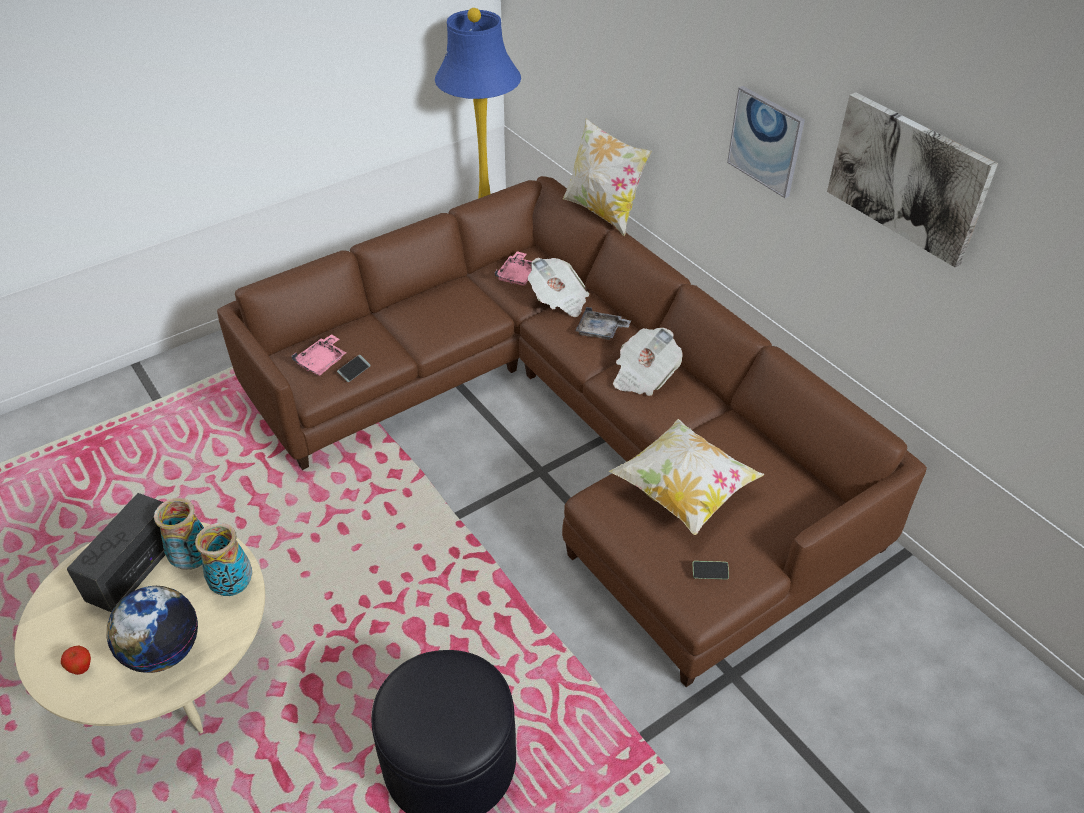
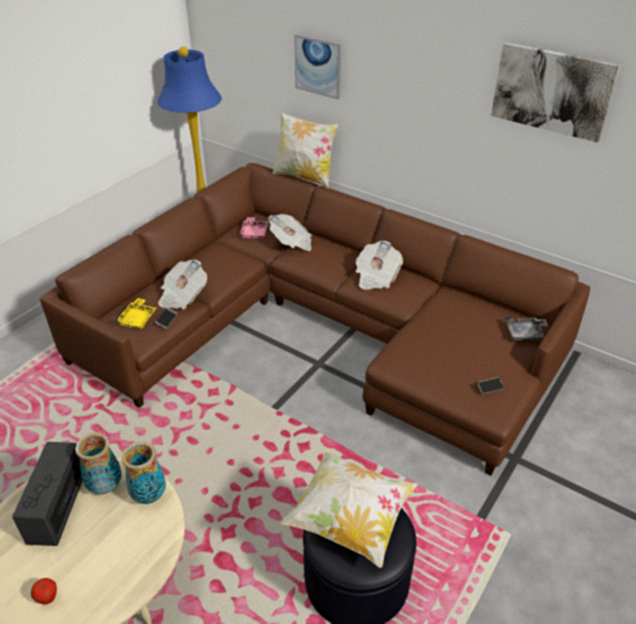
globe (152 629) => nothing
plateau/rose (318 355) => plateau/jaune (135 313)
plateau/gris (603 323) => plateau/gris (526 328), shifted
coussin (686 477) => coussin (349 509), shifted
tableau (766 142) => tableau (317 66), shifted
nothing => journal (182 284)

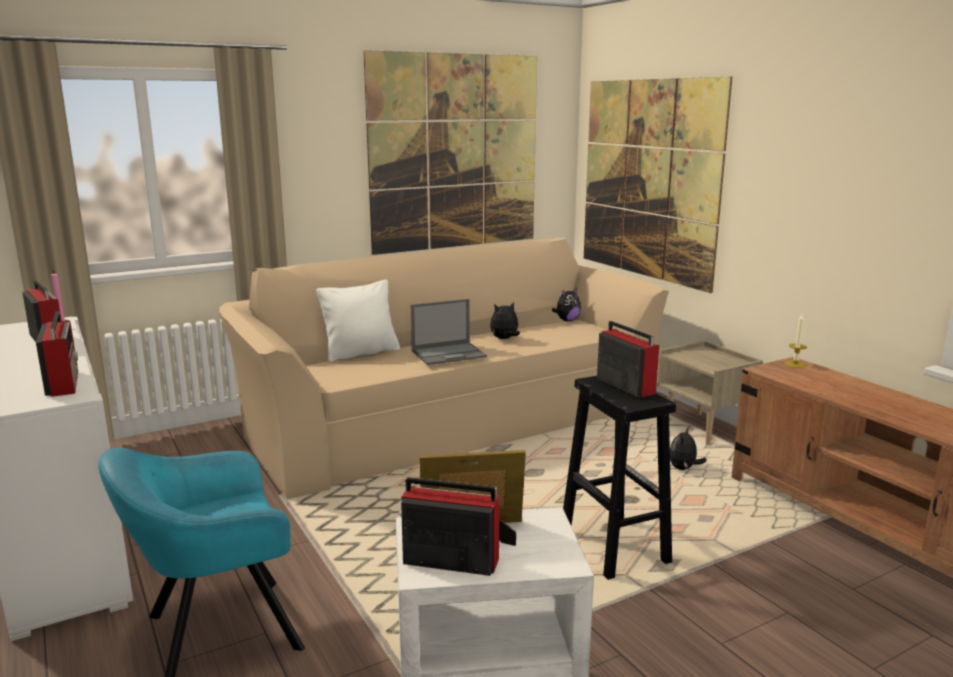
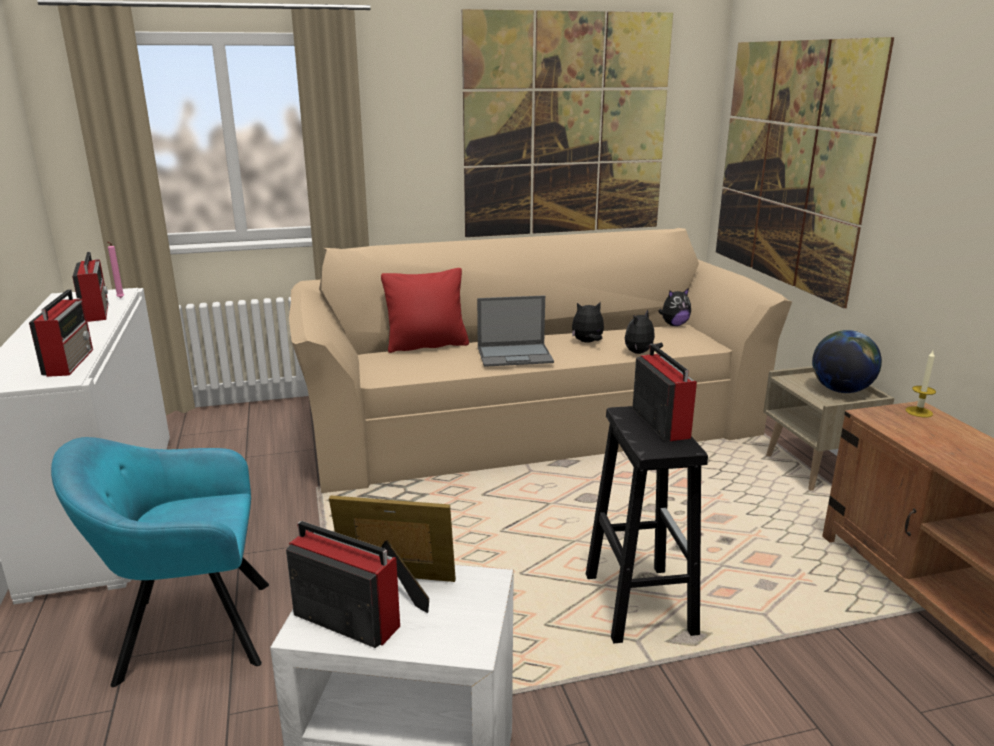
coussin/blanc (358 321) => coussin/rouge (425 310)
peluche (688 449) => peluche (644 332), shifted
nothing => globe (847 361)

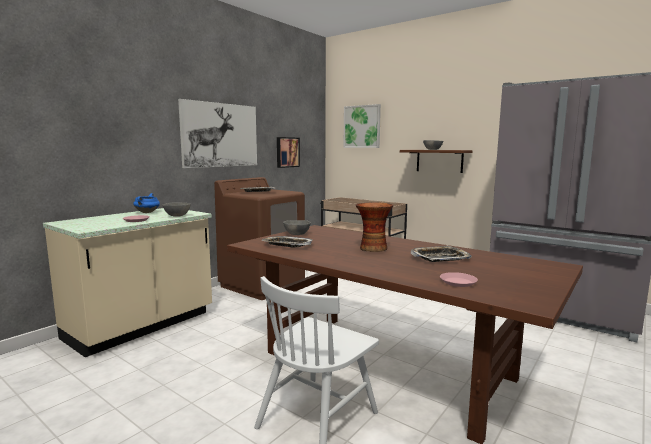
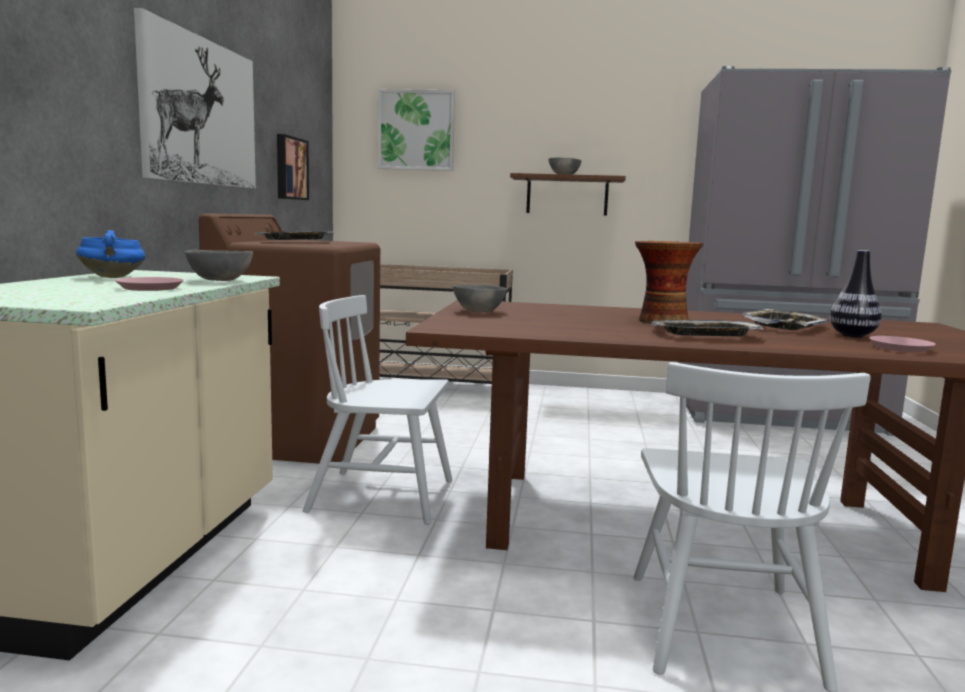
plateau (287 242) => plateau (707 328), shifted
nothing => chaise/blanc (378 410)
nothing => vase (856 294)

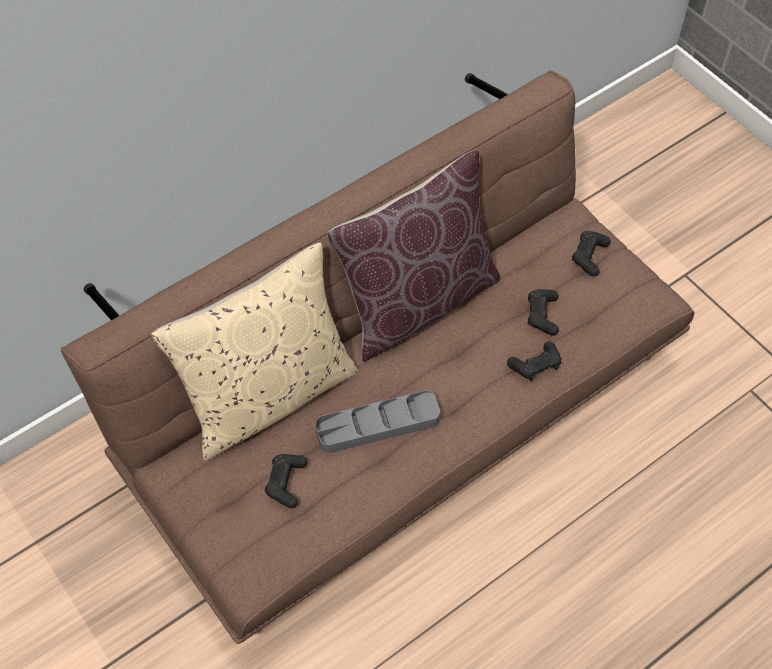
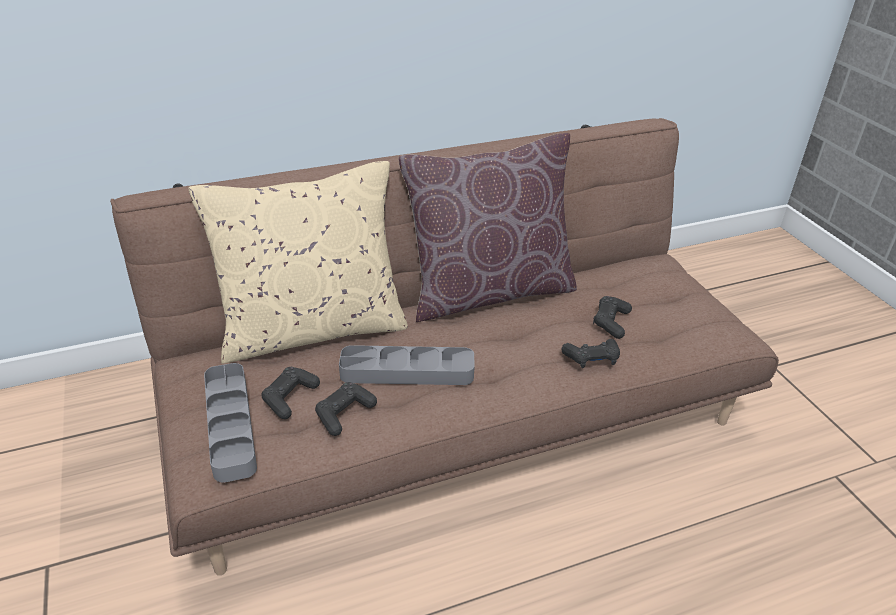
manette/noir (591 253) => manette/noir (346 409), shifted
nothing => plateau/gris (230 423)

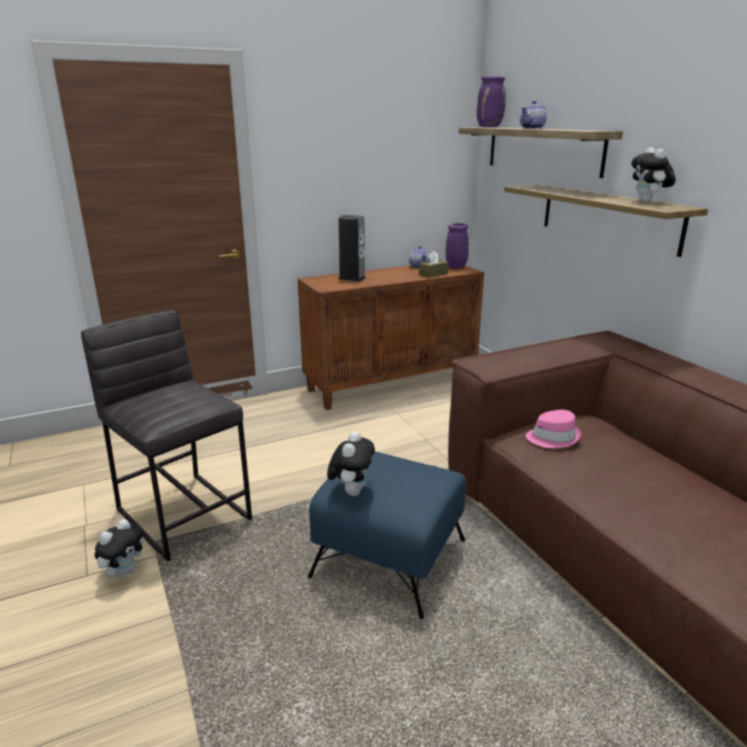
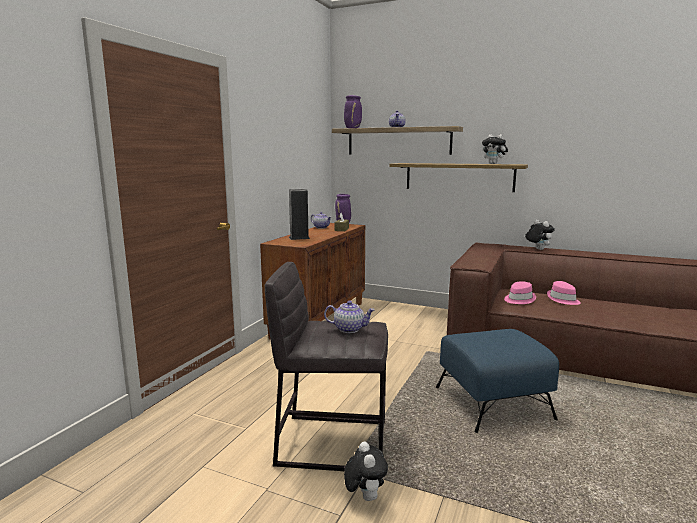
peluche (351 464) => peluche (540 235), shifted
nothing => théière (349 317)
nothing => chapeau/rose (564 293)

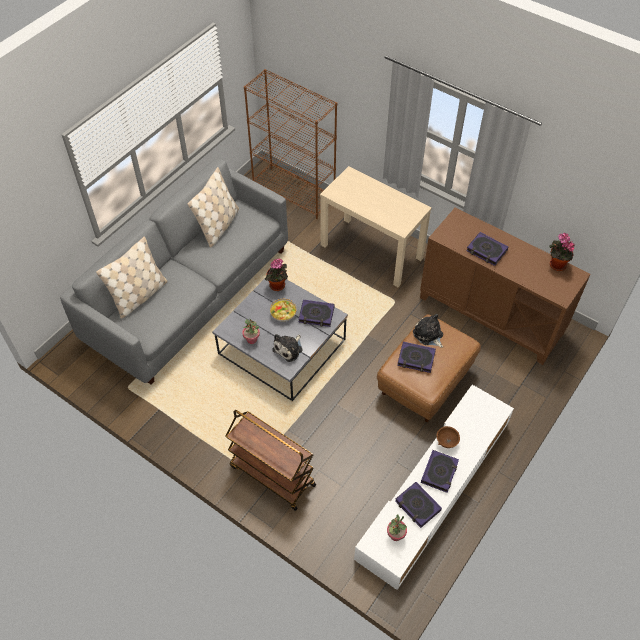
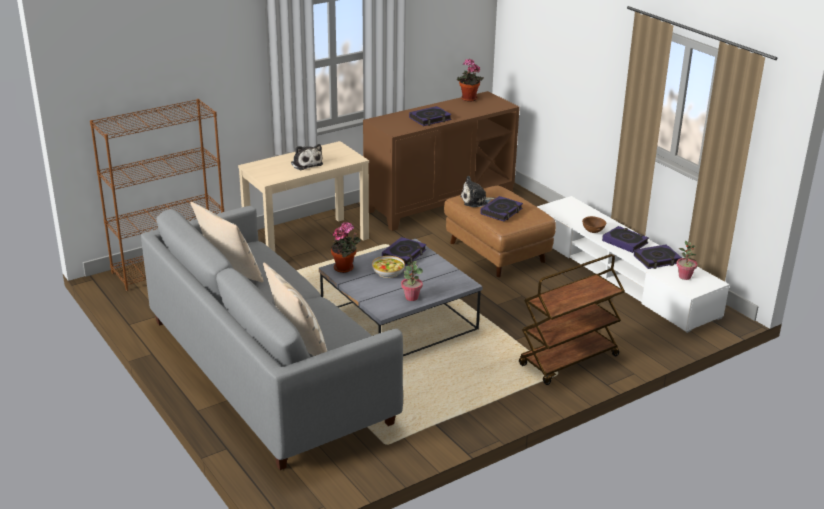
peluche (287 348) => peluche (307 157), shifted

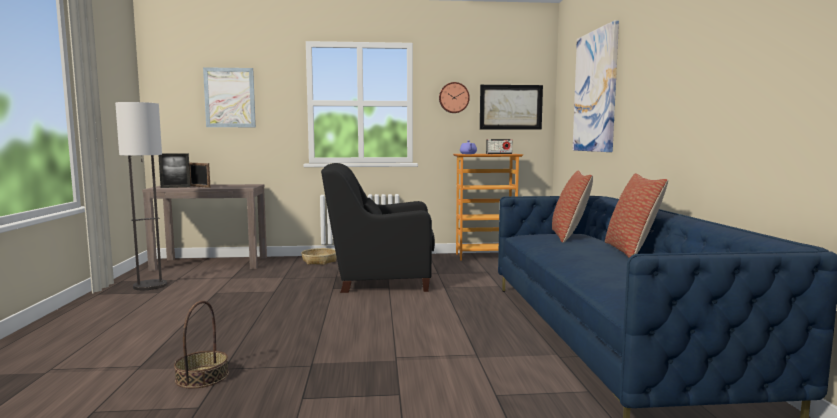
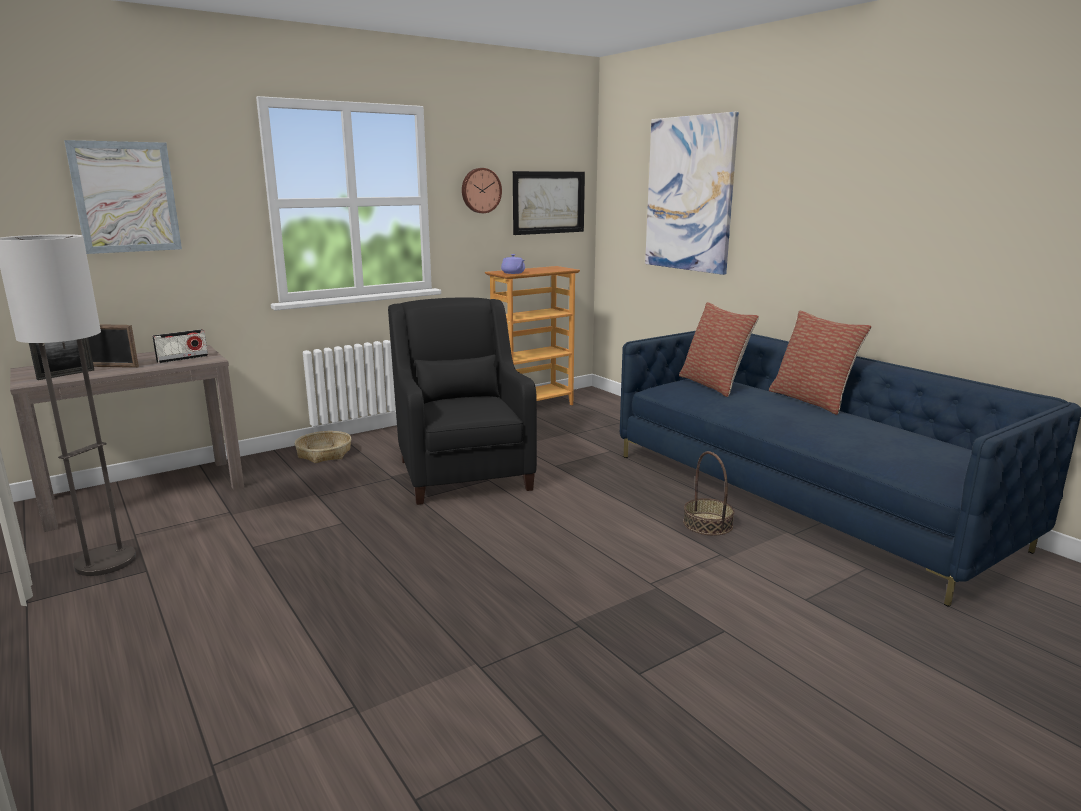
panier (201 345) => panier (709 493), shifted
fauteuil/noir (378 228) => fauteuil/noir (462 401), 105 degrees clockwise
radio (499 146) => radio (180 346), shifted

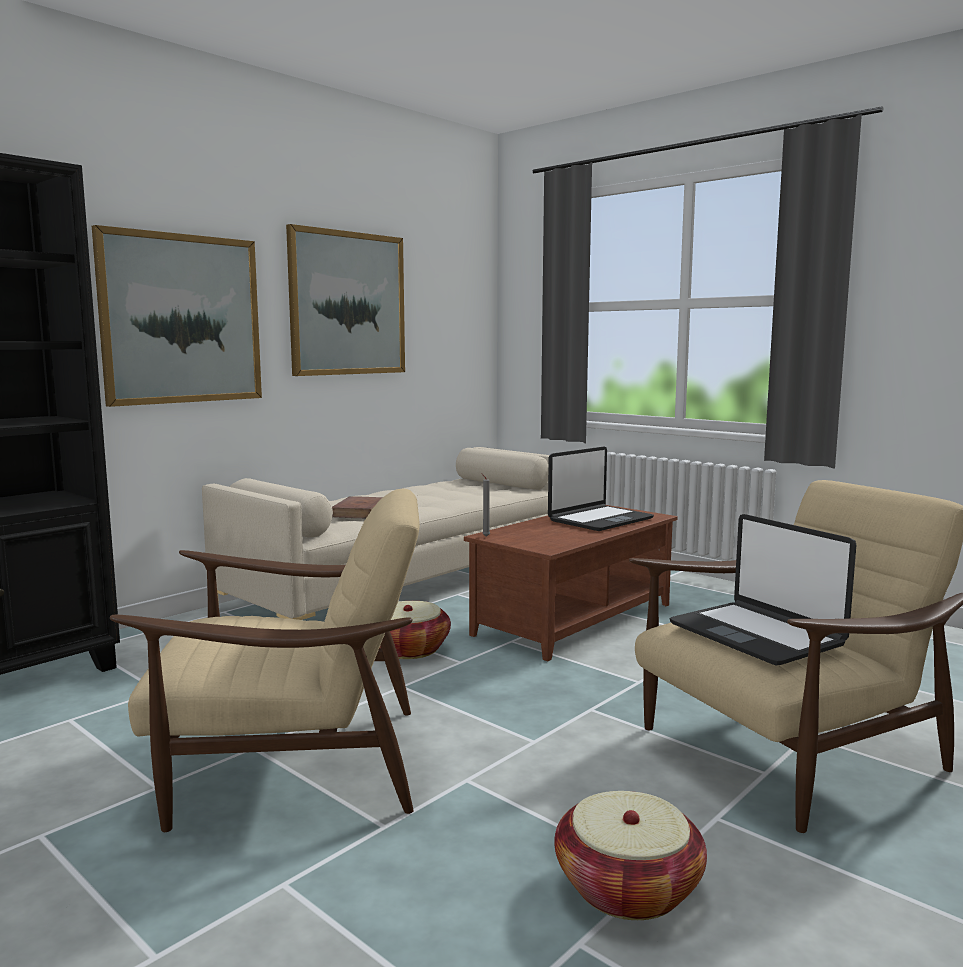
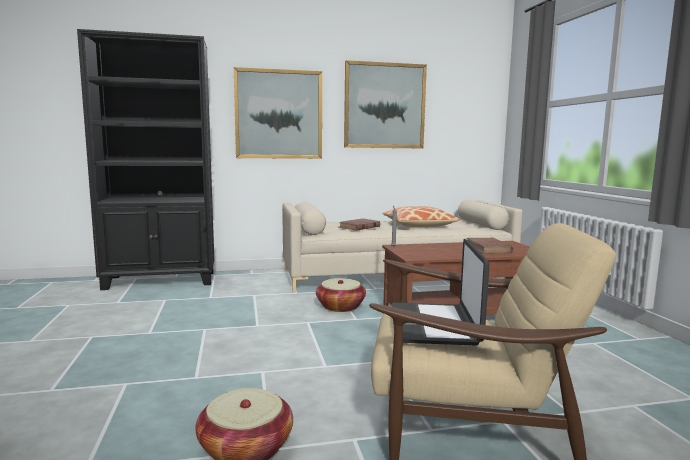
fauteuil/beige (265 660) => nothing
ordinateur portable (601 488) => livre/marron (490 246)
nothing => coussin (422 216)

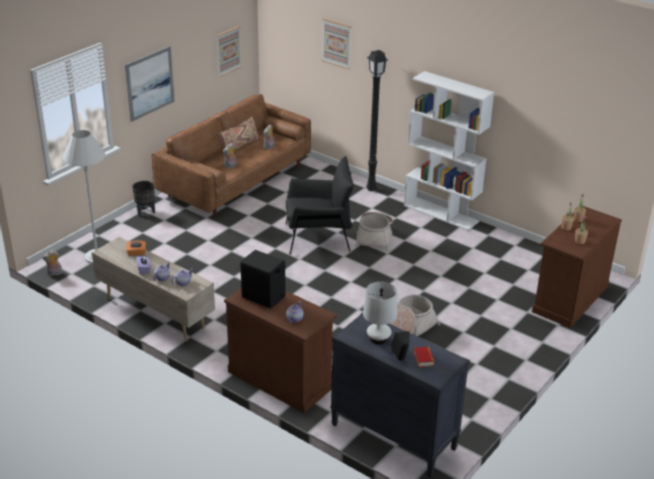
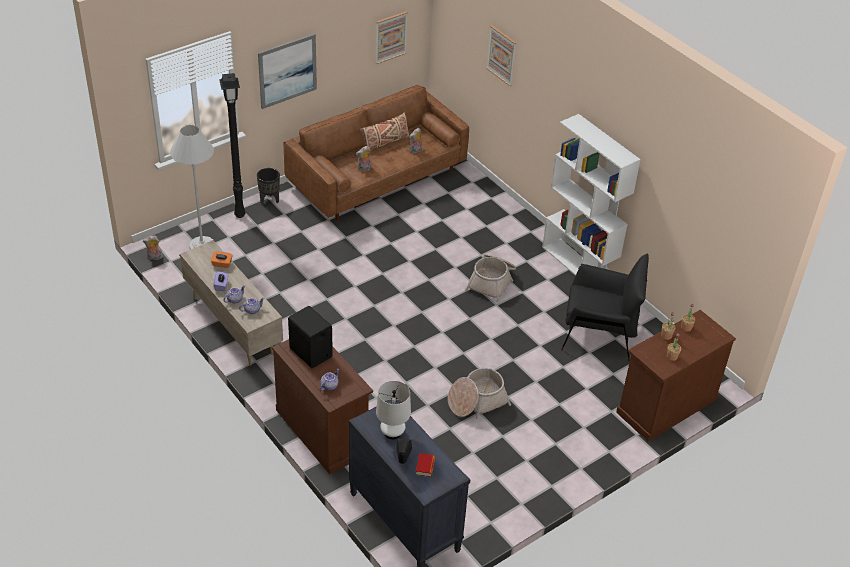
fauteuil/noir (320 205) => fauteuil/noir (605 307), shifted
lampadaire/noir (377 120) => lampadaire/noir (232 145), shifted

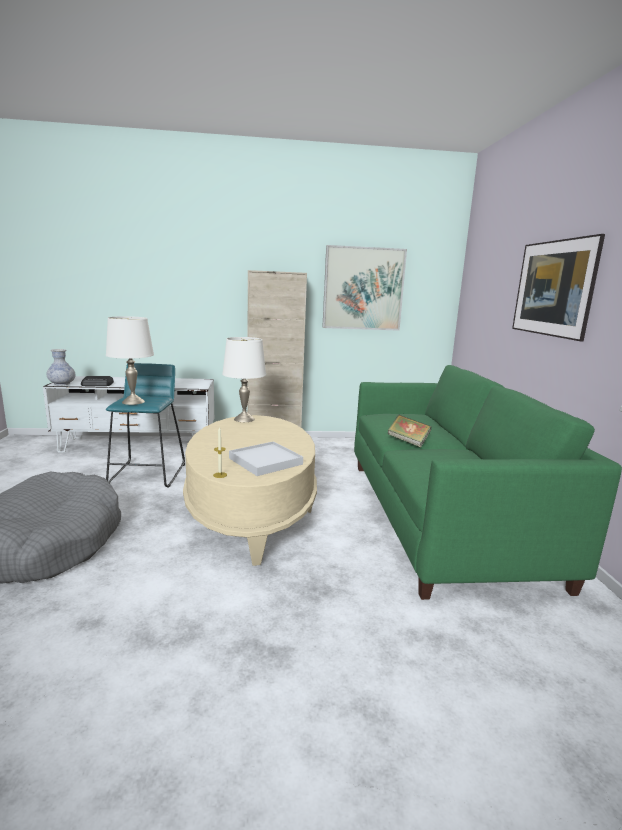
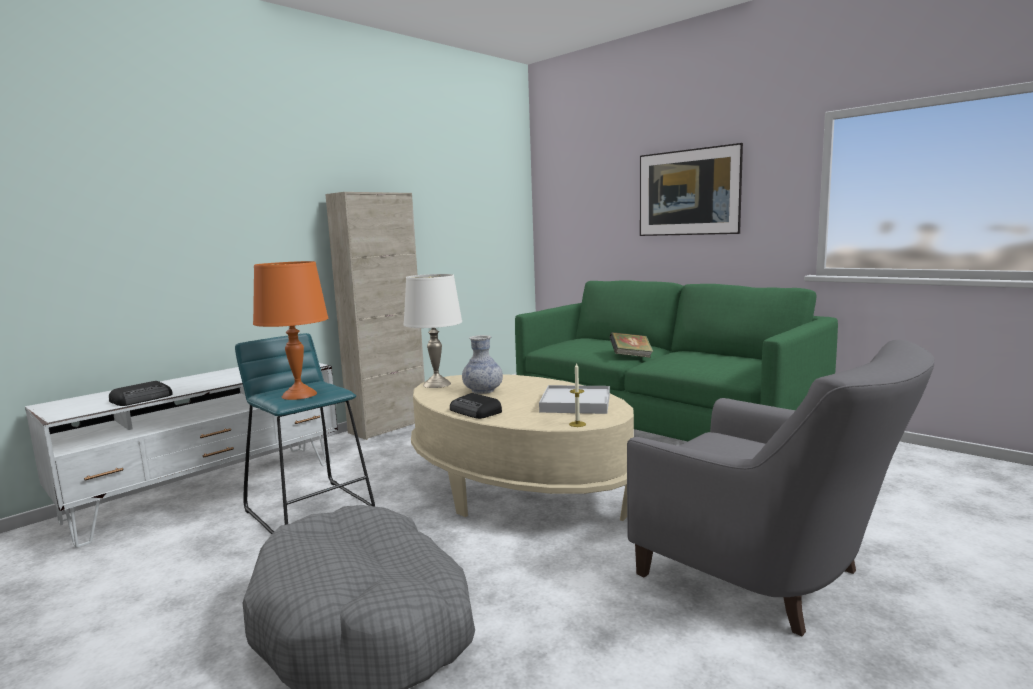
vase (61 367) => vase (482 364), shifted
lampe de table/blanc (130 360) => lampe de table/orange (290 330)
tableau (364 288) => nothing
nothing => radio (476 406)
nothing => fauteuil/gris (781 488)

